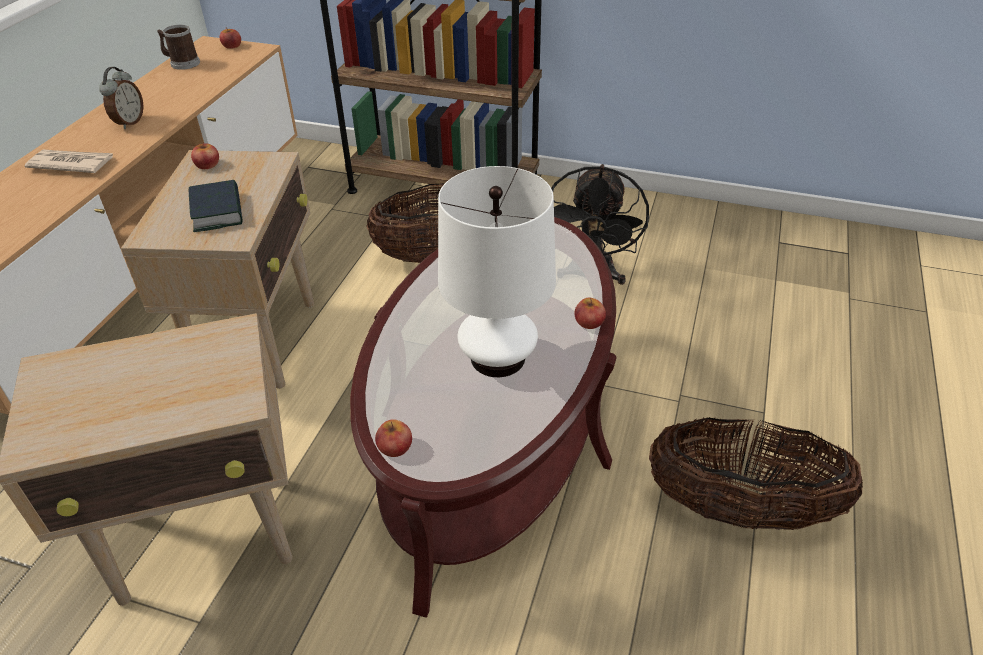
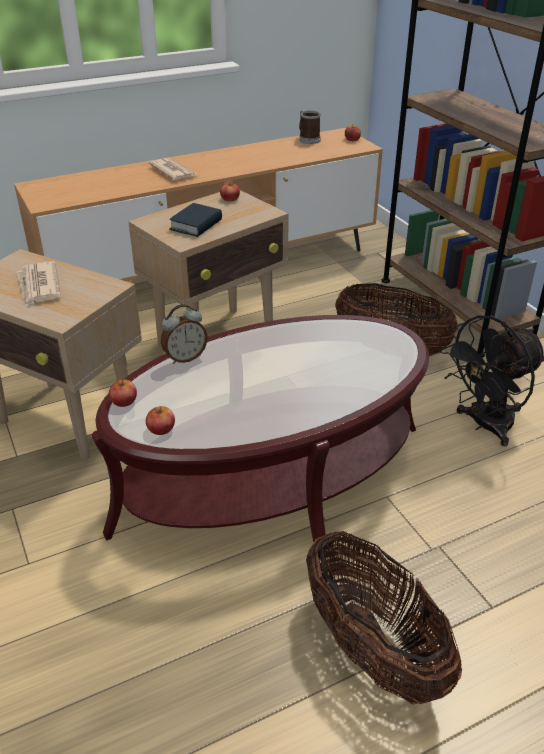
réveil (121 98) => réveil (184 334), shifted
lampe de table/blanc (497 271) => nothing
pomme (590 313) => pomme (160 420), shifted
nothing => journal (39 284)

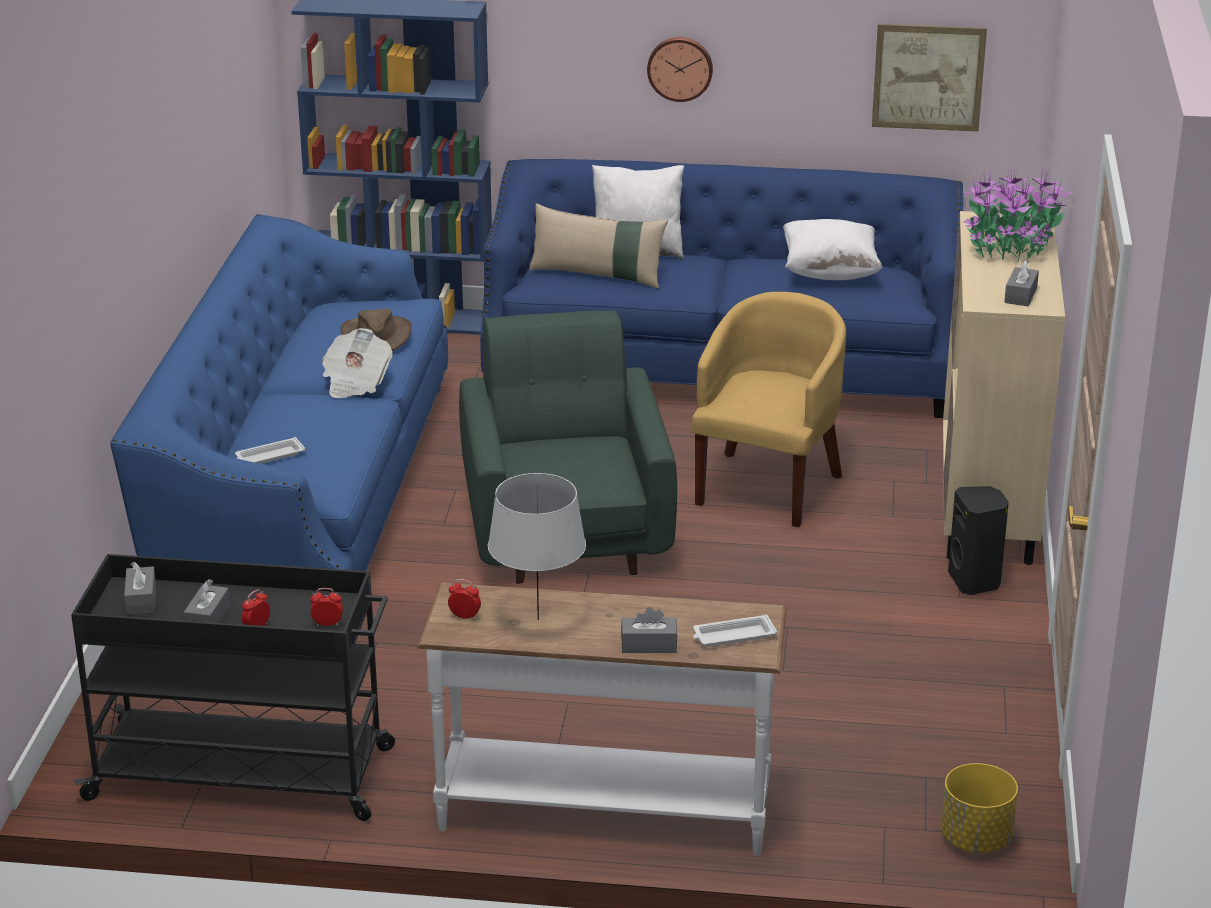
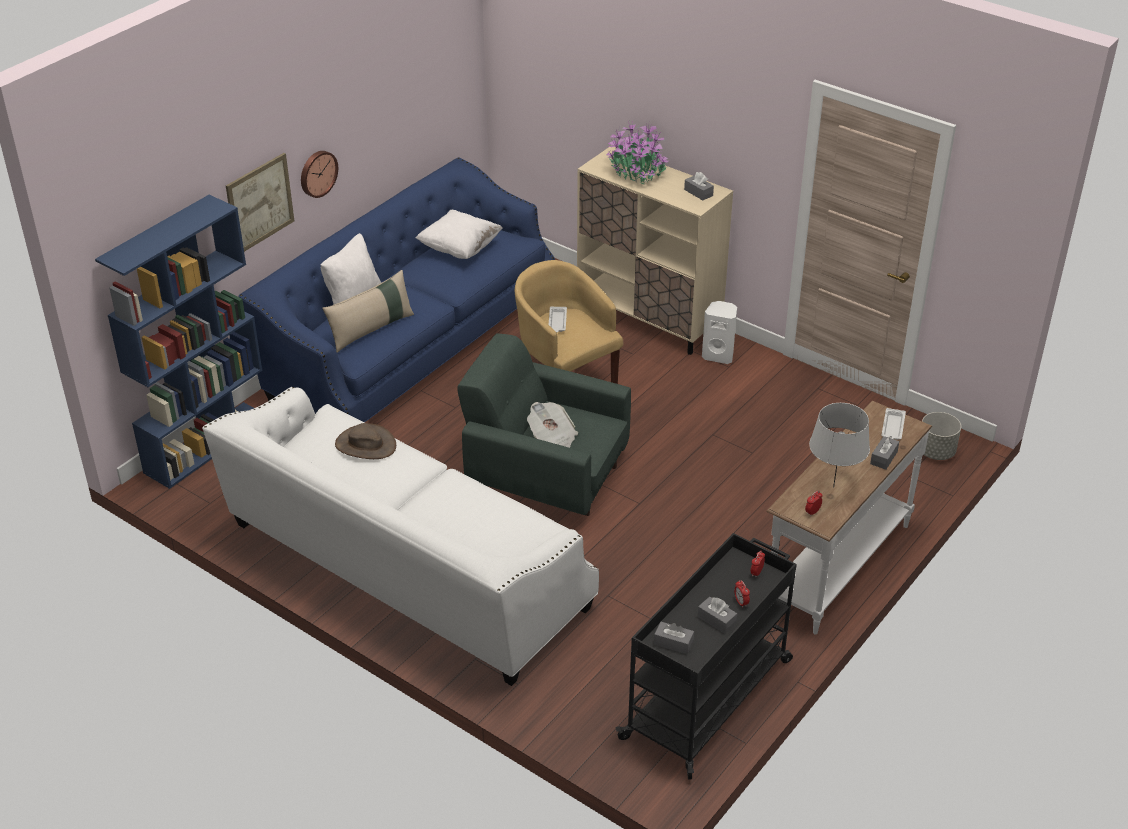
canapé/bleu (279 392) => canapé/blanc (400 536)
plateau/blanc (270 450) => plateau/blanc (558 319), shifted
journal (357 363) => journal (552 425), shifted
tableau (929 78) => tableau (260 202), shifted
cache-pot/jaune (979 808) => cache-pot/gris (941 436)
enceinte/noir (978 540) => enceinte/blanc (719 332)

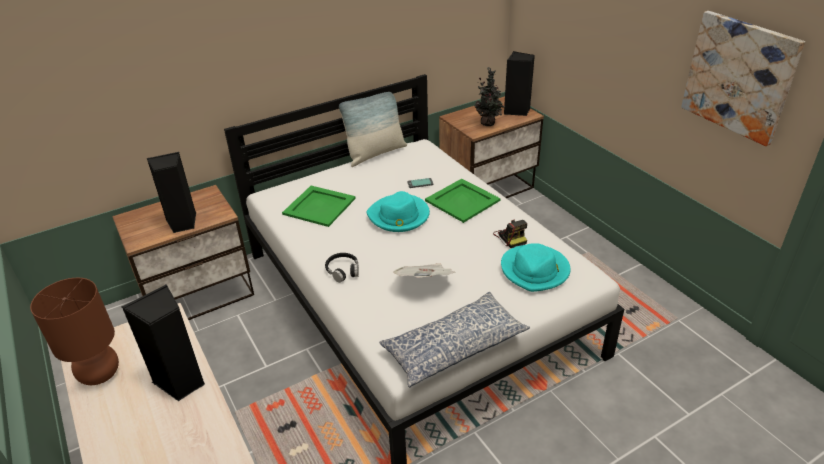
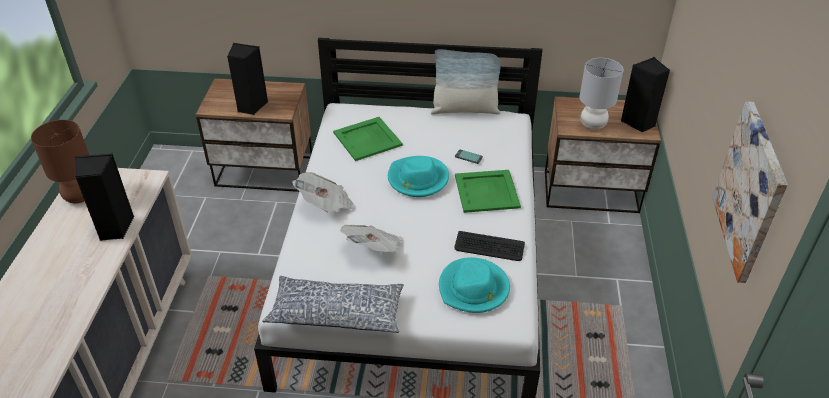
casque audio/noir (342 268) => journal (324 192)
plante en pot (490 96) => lampe de table/gris (601 94)
appareil photo (510 234) => clavier (490 246)

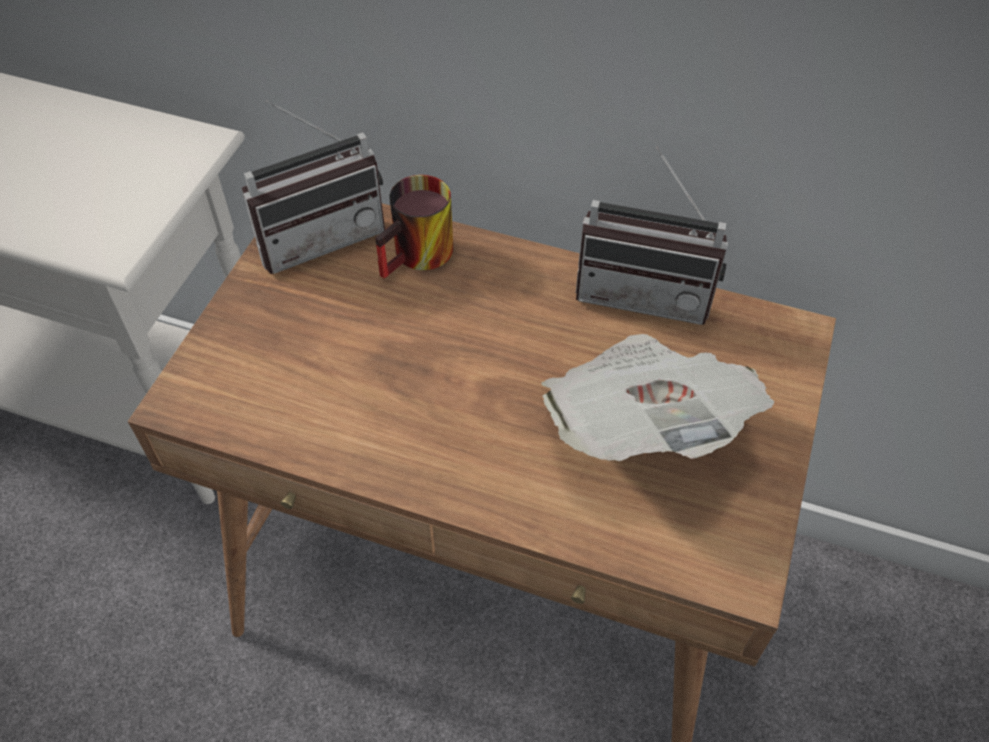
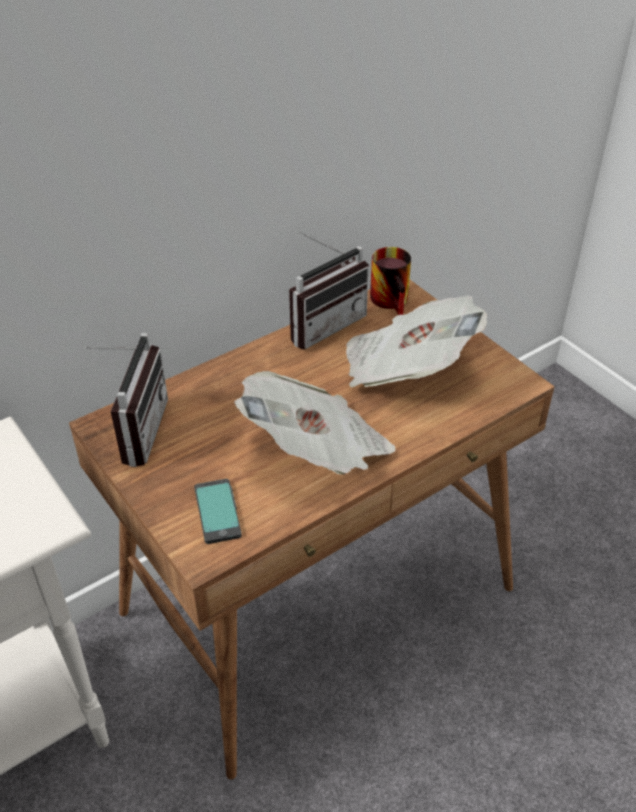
mug (414 227) => mug (390 281), shifted
nothing => téléphone (218 511)
nothing => journal (315 423)

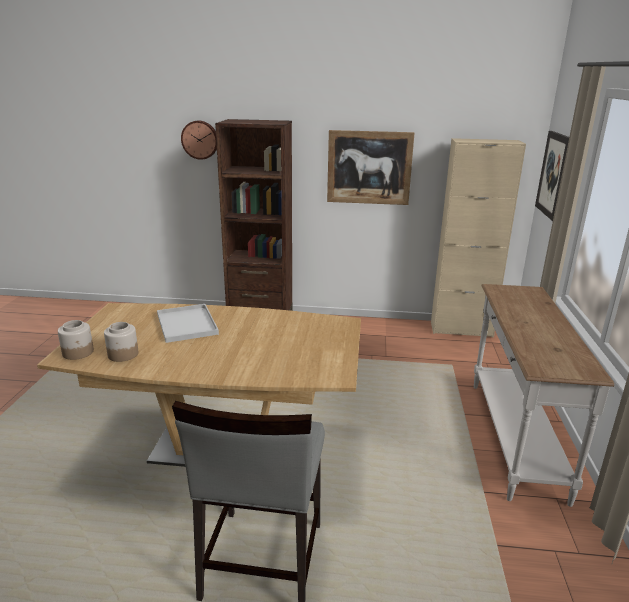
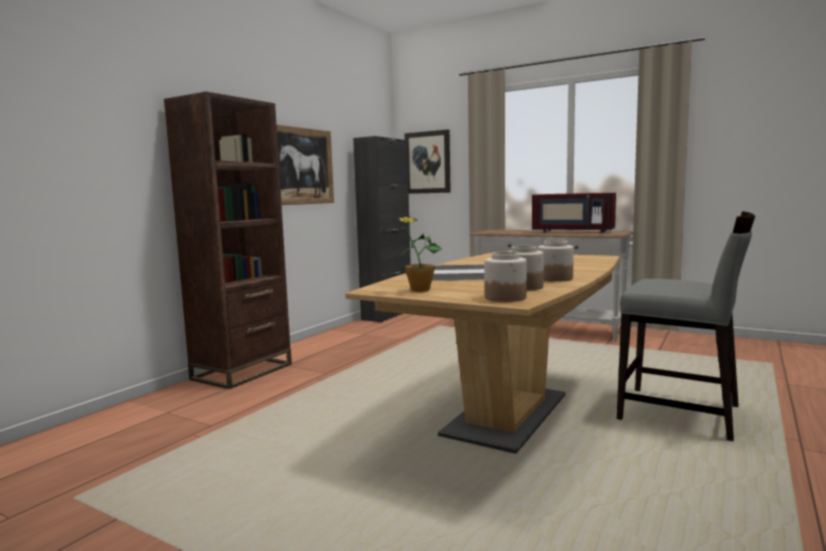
horloge murale (199 140) => nothing
meuble de rangement/beige (478 238) => meuble de rangement/noir (382 229)
nothing => plante en pot (419 254)
nothing => micro-ondes/rouge (574 213)
nothing => bocal (556 261)

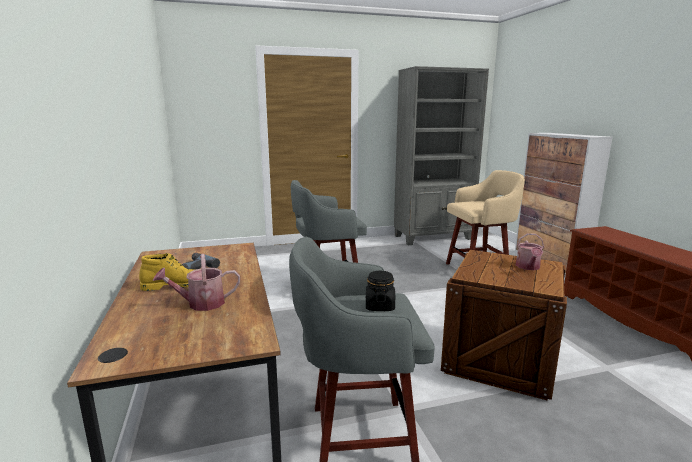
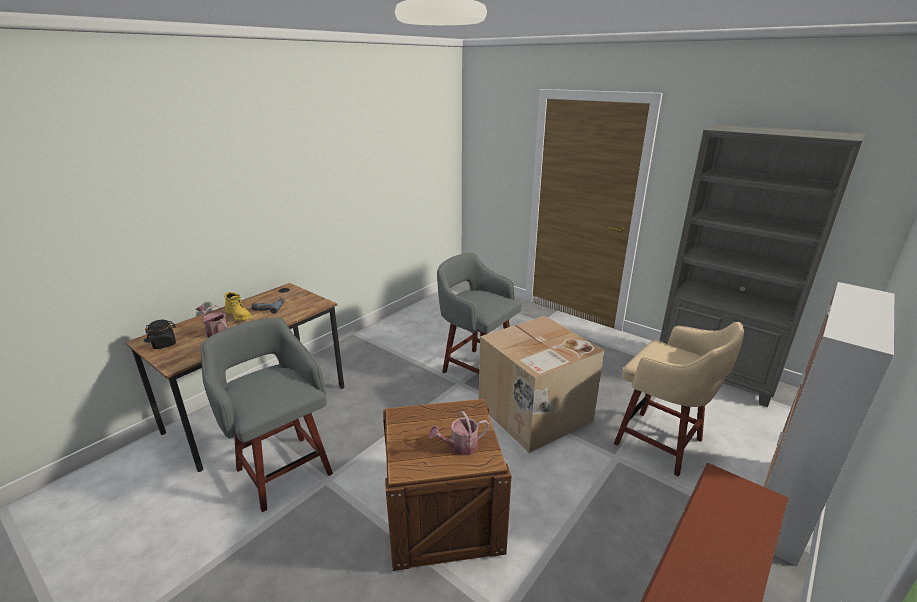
bocal/noir (380 291) => bocal/noir (160 334), shifted
nothing => carton (541 384)

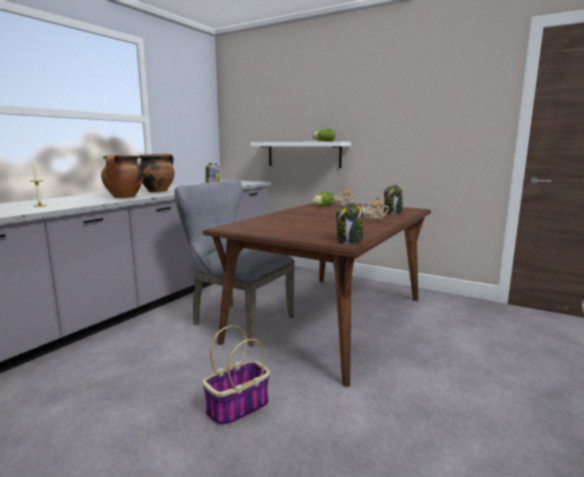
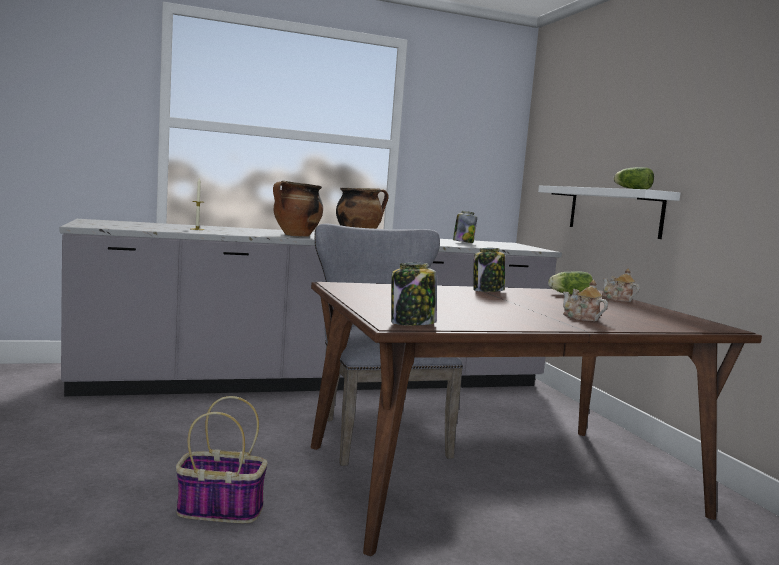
bocal (393 199) => bocal (489 270), shifted

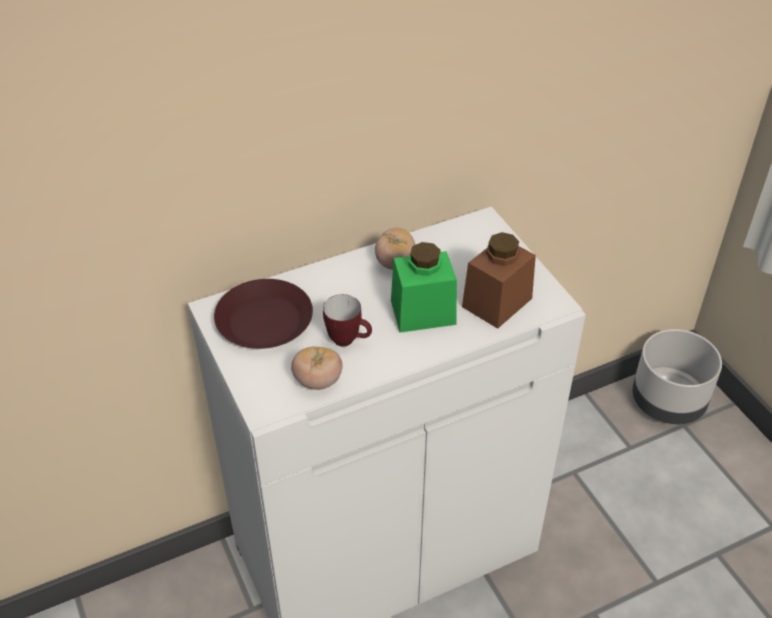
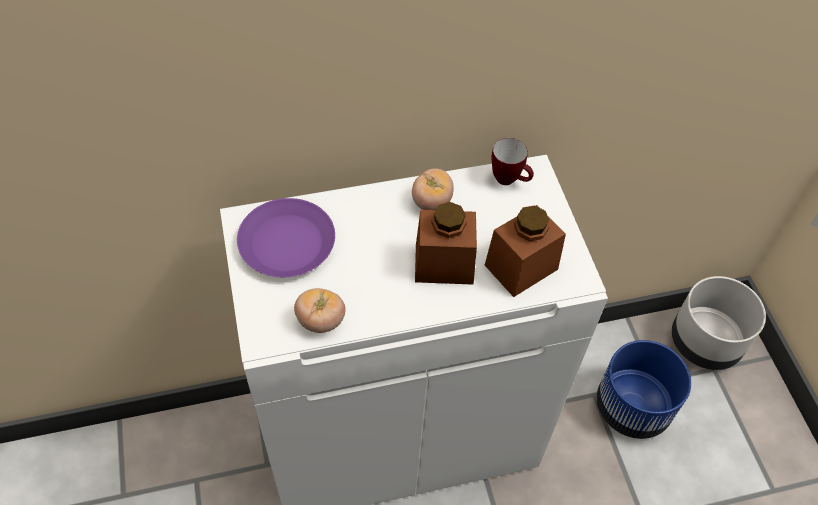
assiette/marron (263 314) => assiette/violet (286 237)
mug (347 320) => mug (512 161), shifted
bocal/vert (424 287) => bocal/marron (446 243)
nothing => cache-pot/bleu (644 389)

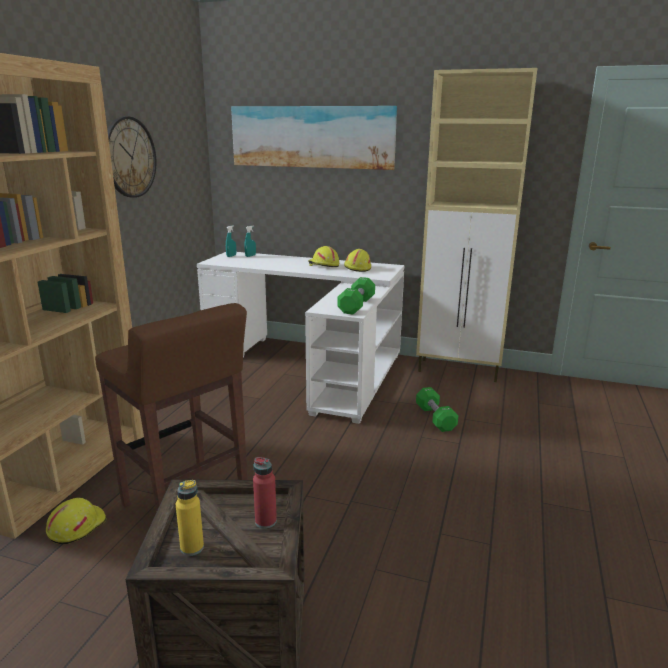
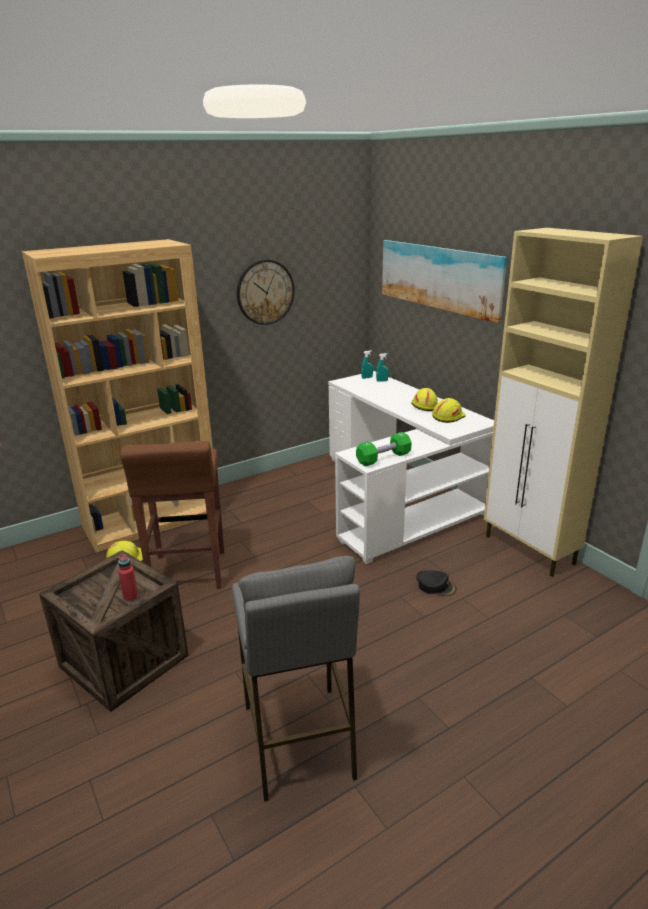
bouteille/jaune (190 518) => nothing
haltère/vert (437 409) => casquette/noir (436 583)
nothing => tabouret/gris (296 679)

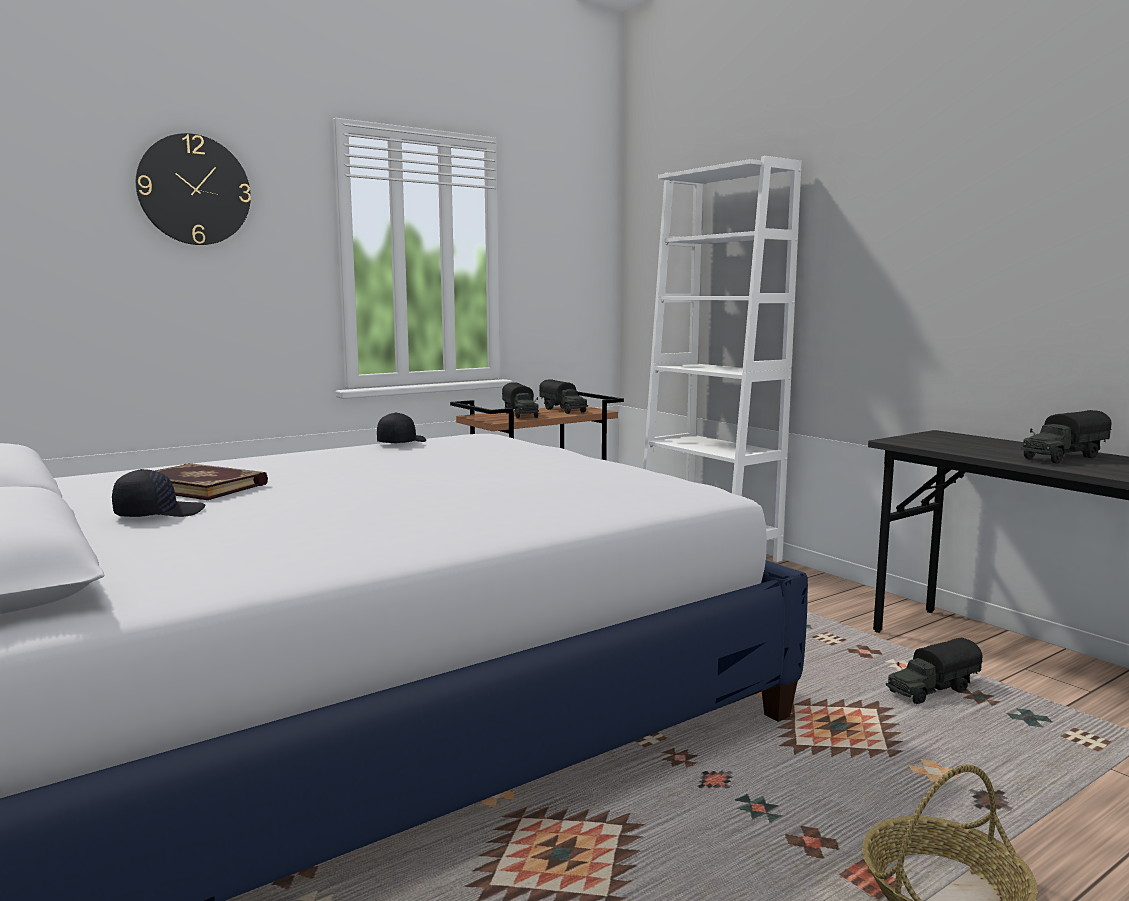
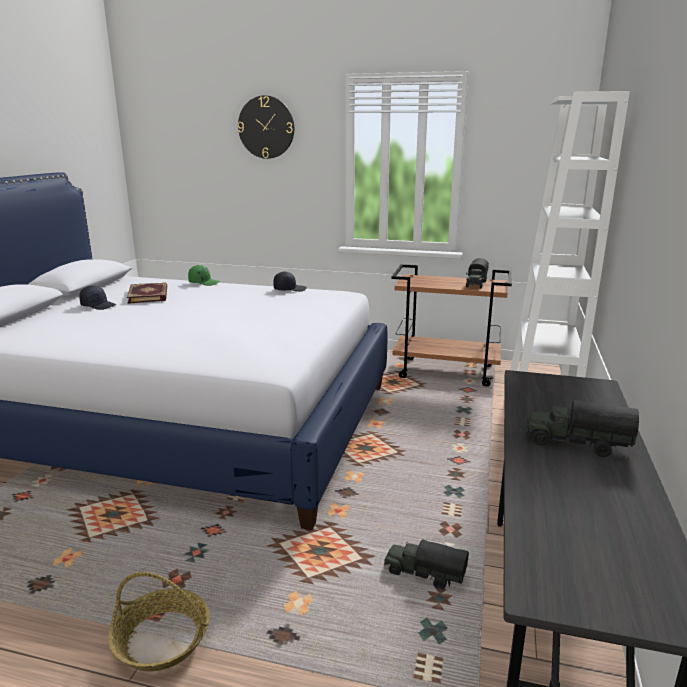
camion jouet (520 400) => nothing
nothing => casquette/vert (204 275)

